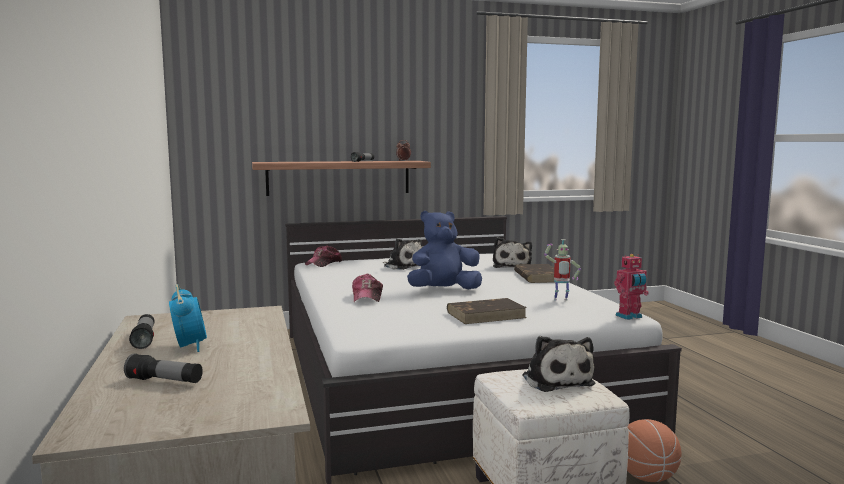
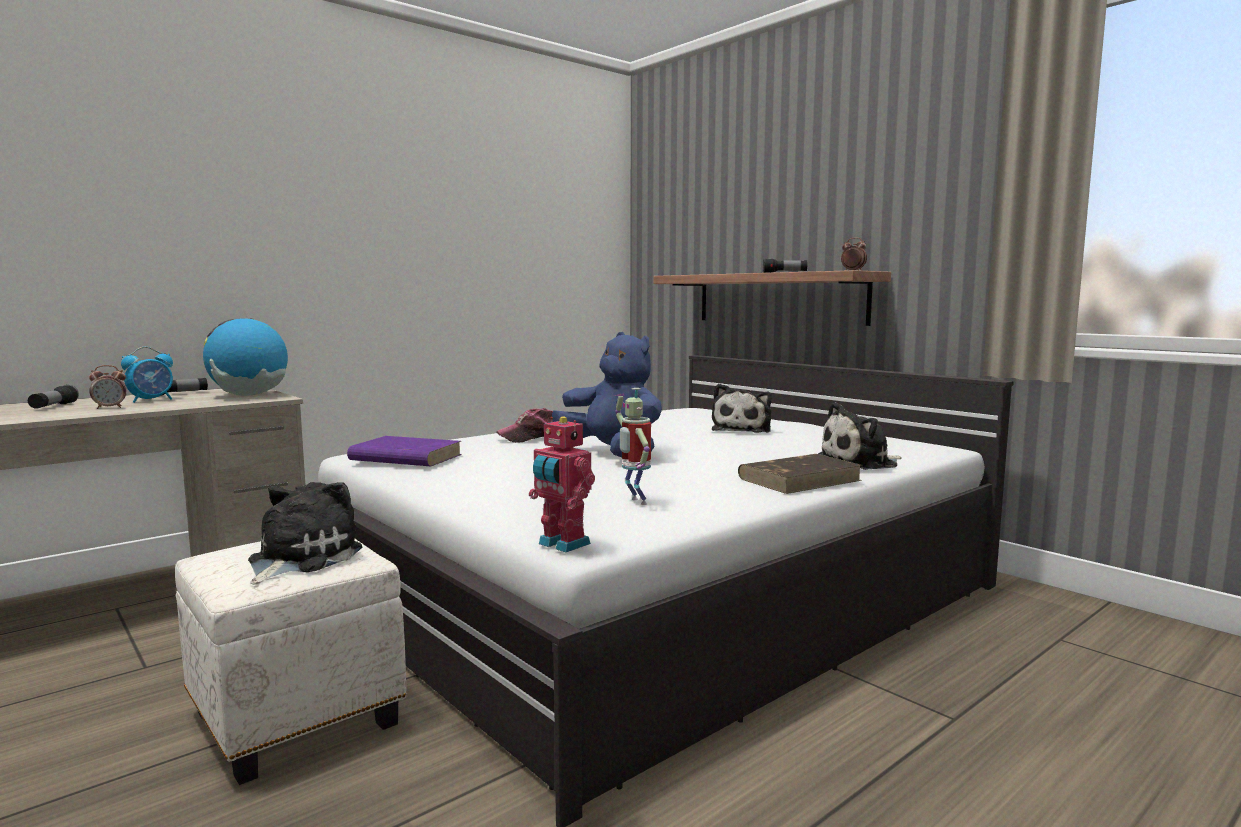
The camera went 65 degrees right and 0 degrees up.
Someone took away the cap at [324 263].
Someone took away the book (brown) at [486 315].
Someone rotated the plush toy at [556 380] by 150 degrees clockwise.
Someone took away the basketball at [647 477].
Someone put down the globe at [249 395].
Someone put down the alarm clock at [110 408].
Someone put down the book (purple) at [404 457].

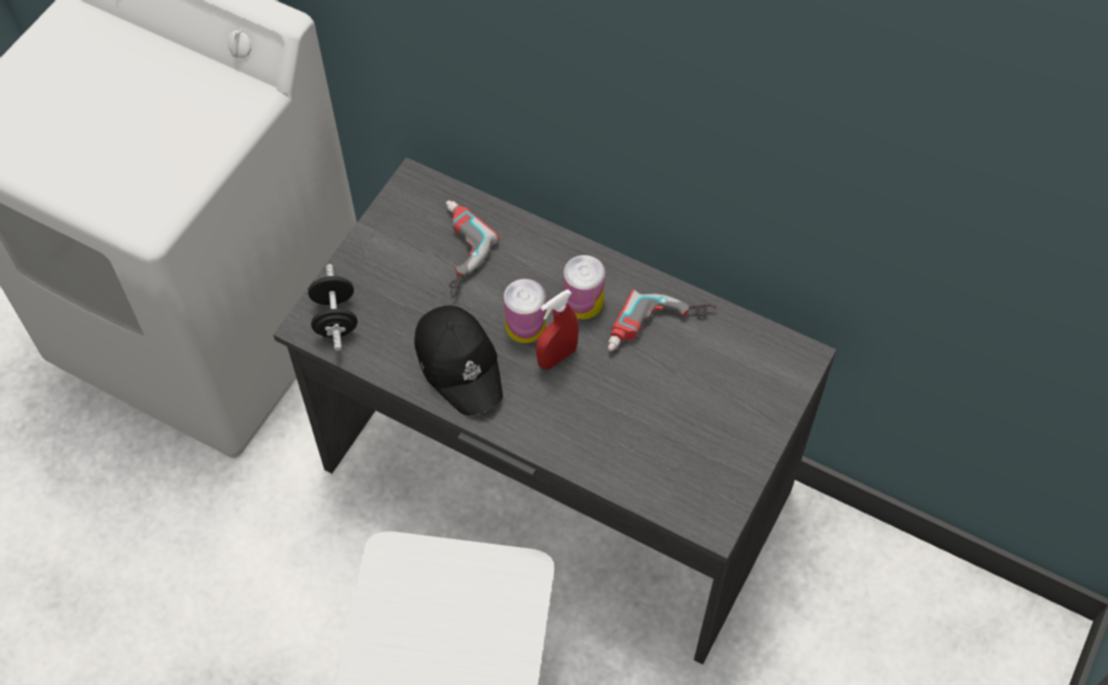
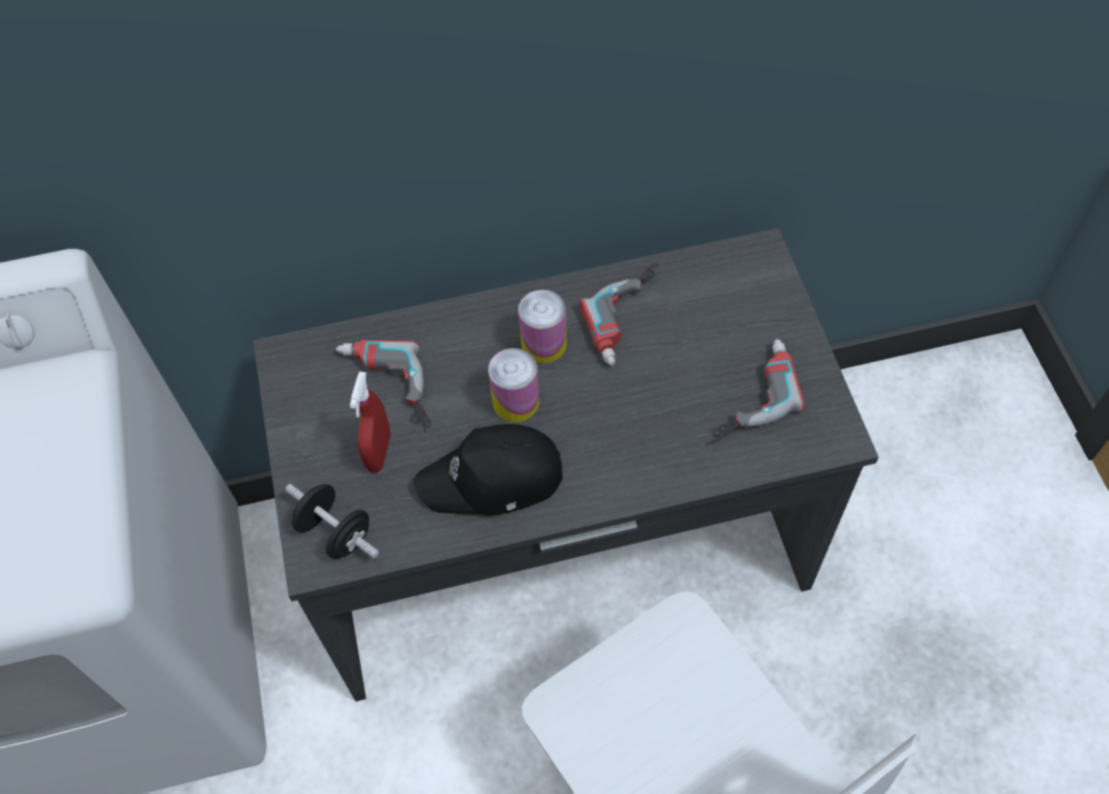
The camera went 40 degrees left and 0 degrees up.
Someone carried the spray bottle (red) from [557 357] to [379 452].
Someone rotated the cap (black) at [460 363] by 150 degrees clockwise.
Someone put down the power drill at [748 394].

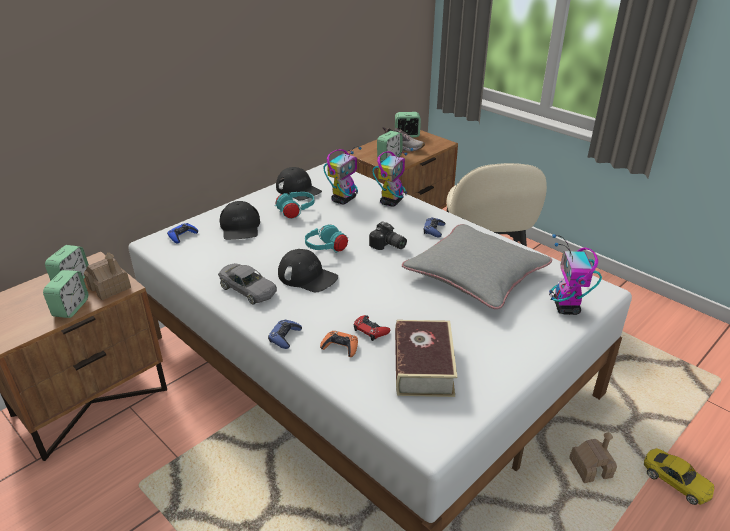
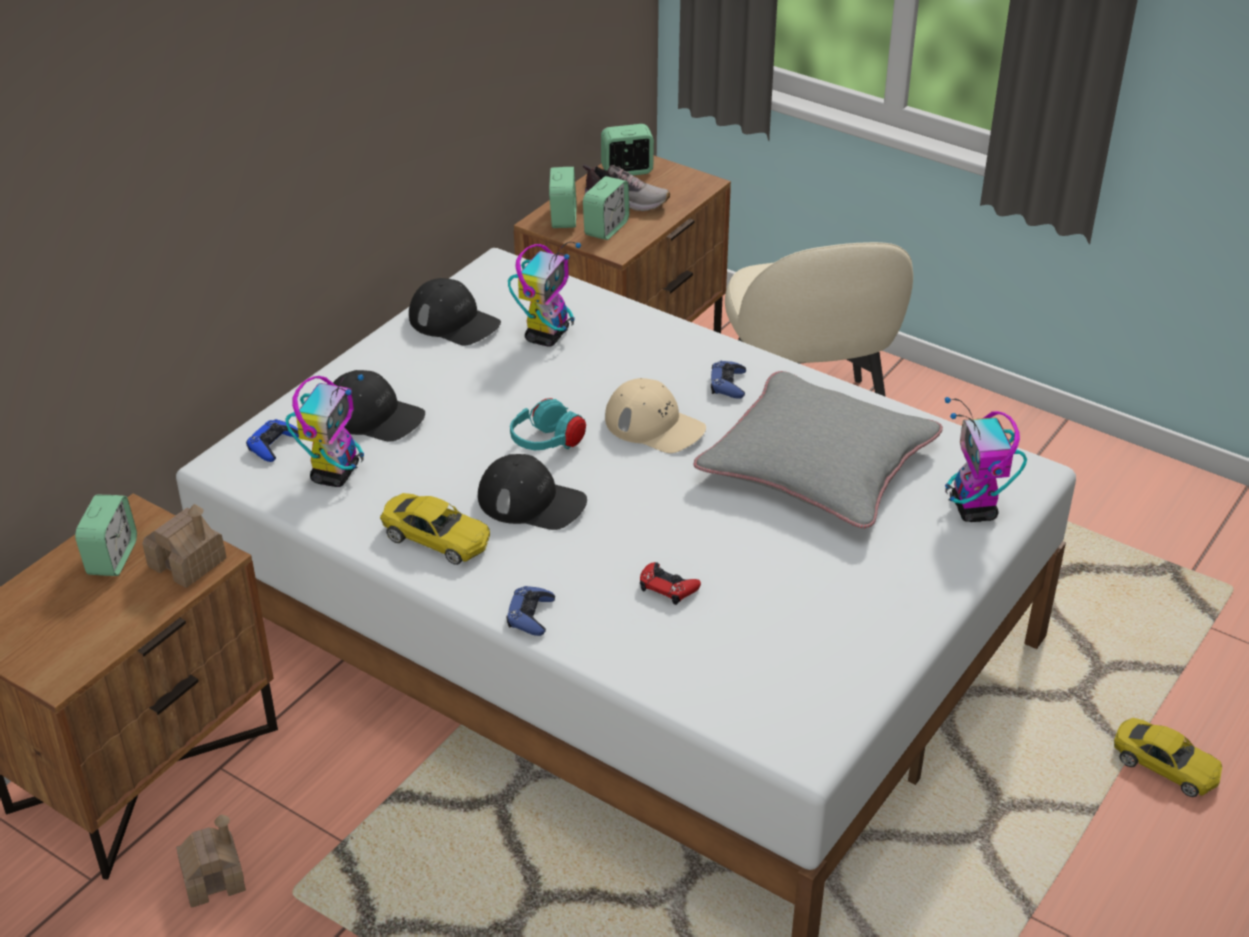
The camera went 10 degrees left and 5 degrees up.
Someone carried the toy robot from [391 201] to [335 473].
Someone took away the headphones (turquoise) at [295 212].
Someone rotated the cap (black) at [240 227] by 45 degrees counterclockwise.
Someone swapped the photo camera at [388 246] for the cap (beige) at [655 425].
Someone repainted the toy car (grey) at [248 289], which became the toy car (yellow) at [436 538].
Someone carried the alarm clock from [71 308] to [563 218].
Someone took away the book at [423 366].
Someone took away the game controller (orange) at [340 347].
Someone carried the toy house from [590 468] to [213 878].

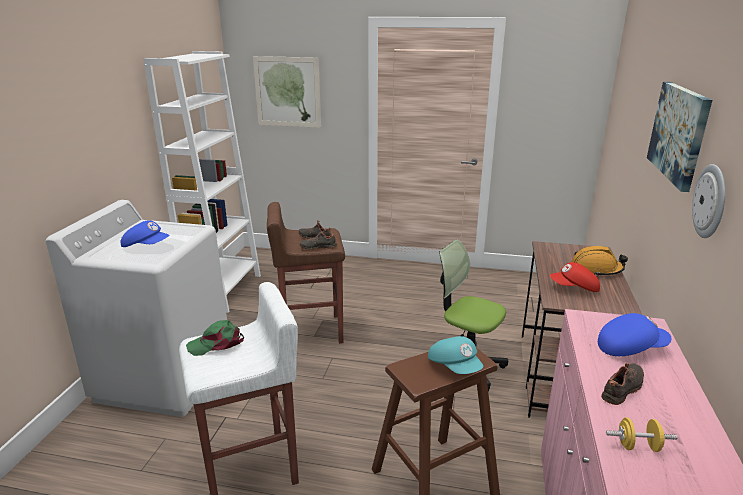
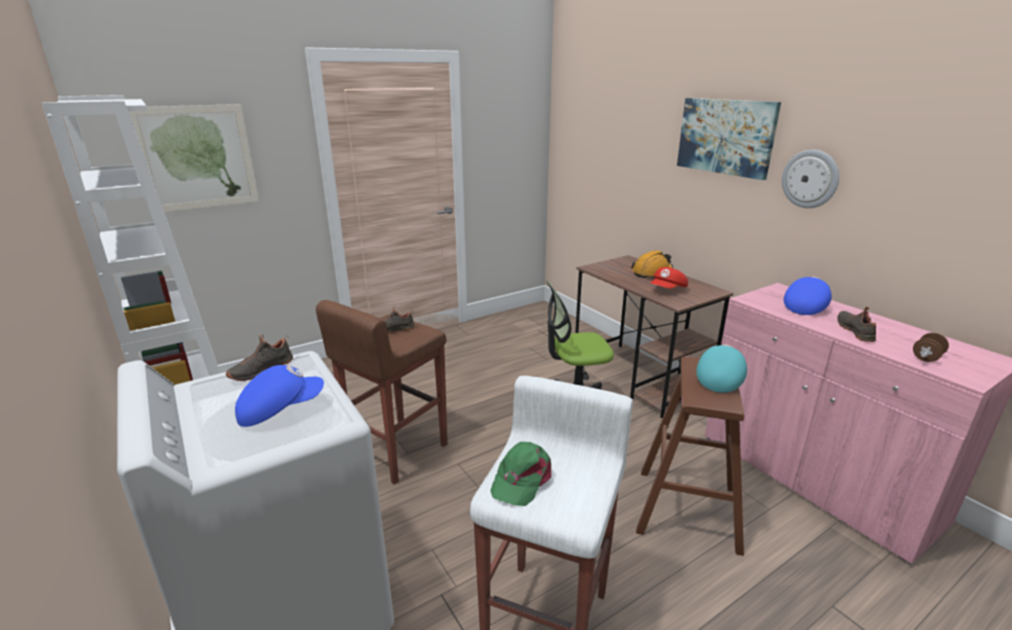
The camera went 45 degrees left and 0 degrees up.
Someone carried the shoe (black) from [317 247] to [261 370].
Someone rotated the cap (turquoise) at [455 366] by 75 degrees counterclockwise.
Someone repainted the dumbbell (yellow) at [637 446], which became the dumbbell (brown) at [926 357].

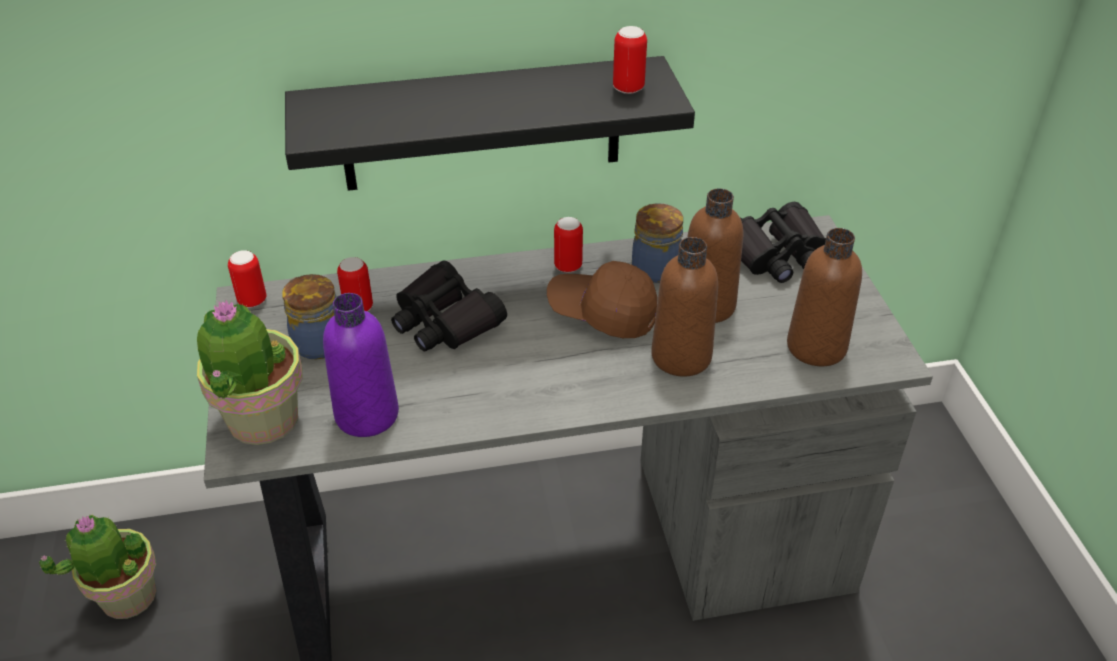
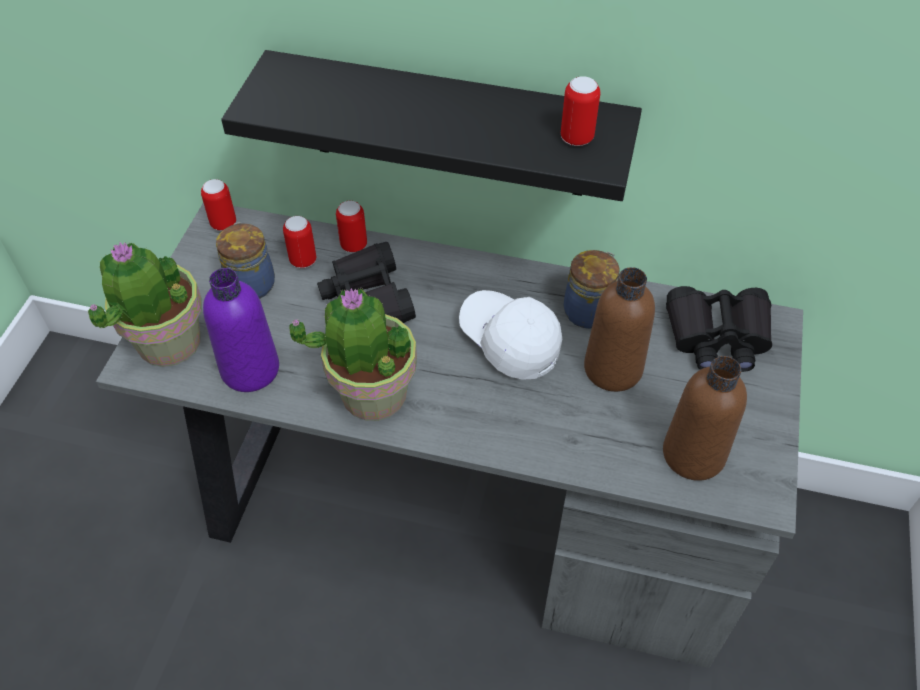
The camera went 25 degrees right and 10 degrees up.
Someone carried the can from [568 266] to [354 245].
Someone took away the bottle (brown) at [681 356].
Someone repainted the cap (brown) at [602 313], which became the cap (white) at [509 341].
Someone carried the potted plant from [127 596] to [372 393].

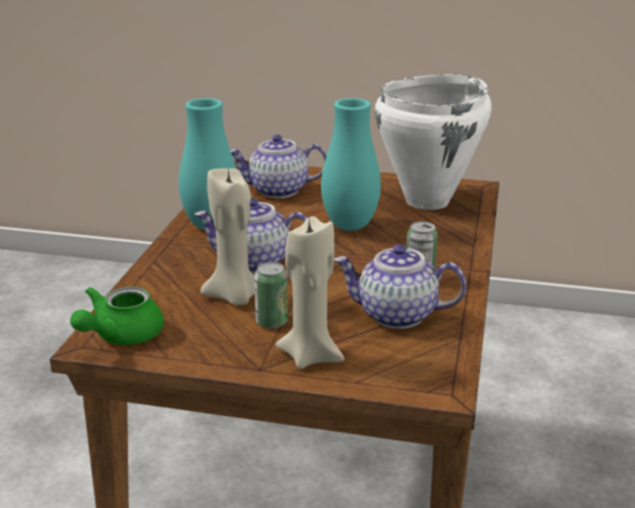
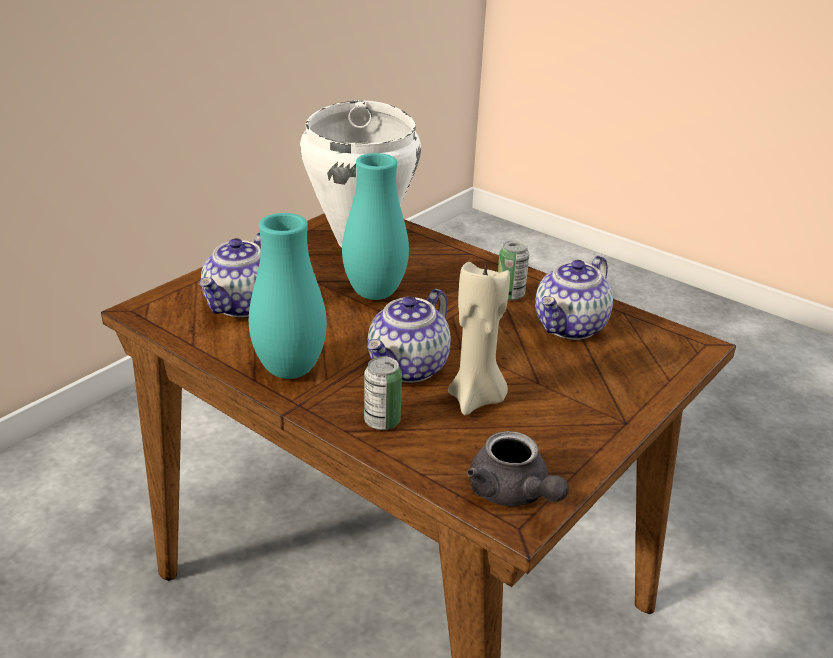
The camera went 65 degrees left and 5 degrees up.
Someone took away the candle (beige) at [310 355].
Someone carried the can from [271 322] to [382 421].
Someone repainted the teapot (green) at [120 336], which became the teapot (grey) at [513 494].

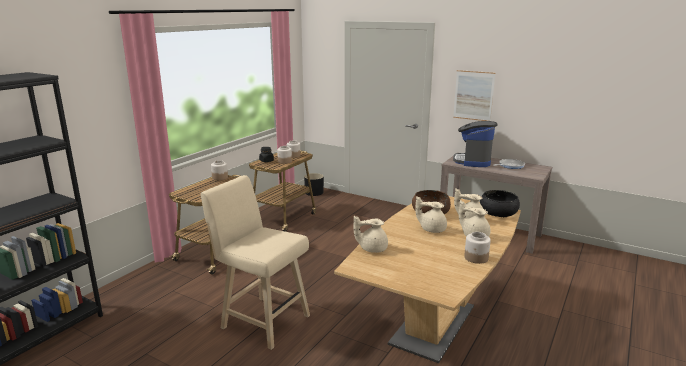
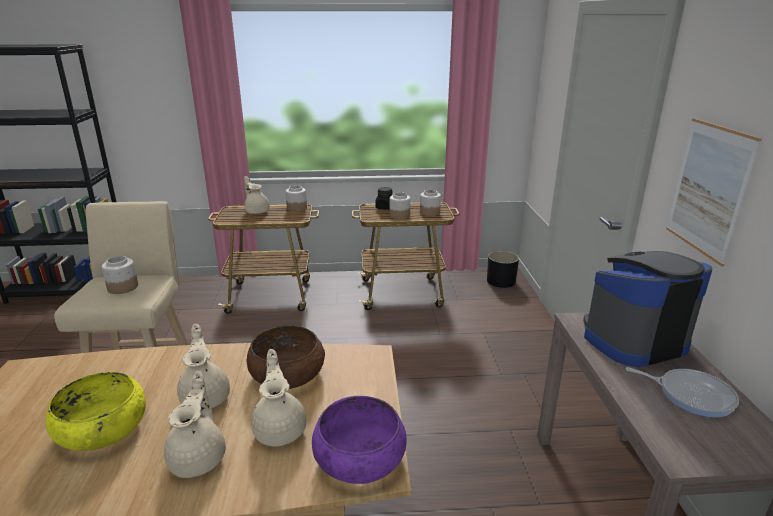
The camera went 55 degrees right and 5 degrees up.
Someone repainted the bowl (black) at [498 212], which became the bowl (purple) at [359 457].
Someone carried the teapot (beige) from [372 248] to [257 211].
Someone carried the jar from [476 258] to [122 287].
Someone put down the bowl (yellow) at [102 428].

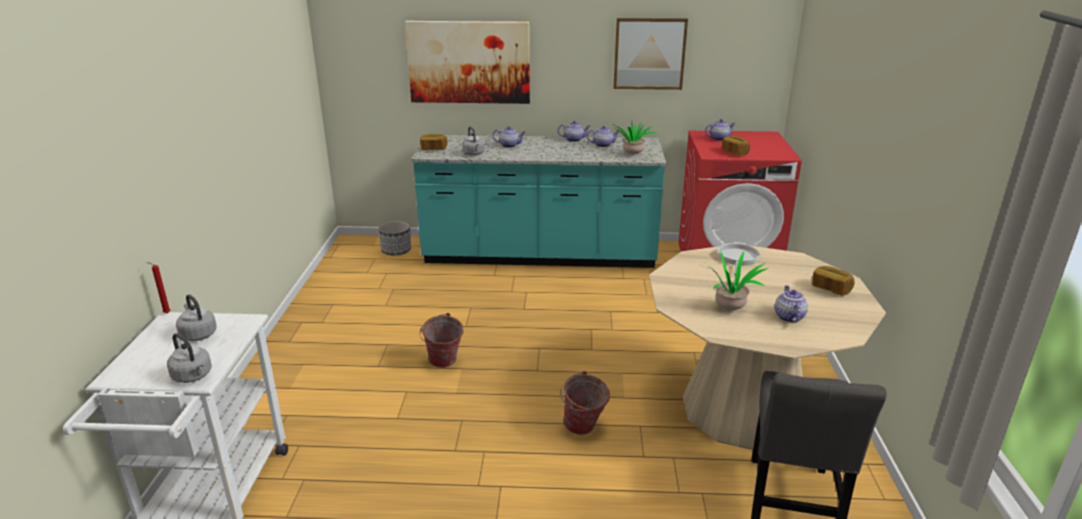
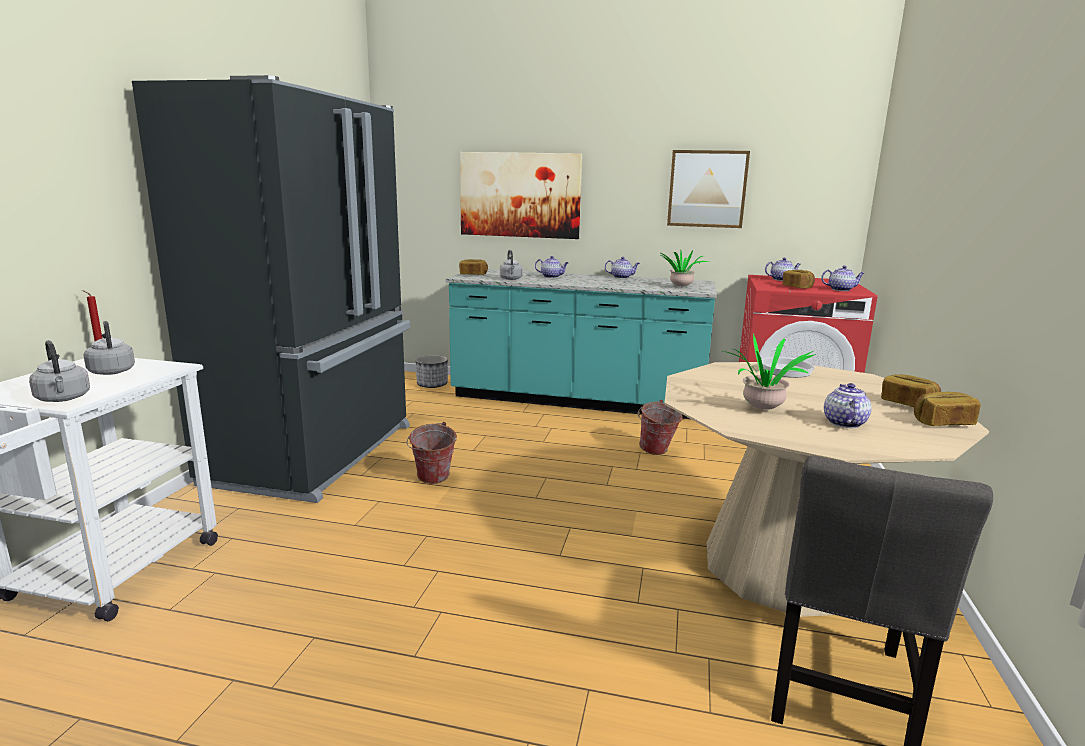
The camera went 10 degrees right and 10 degrees down.
Someone carried the teapot from [603 145] to [841 290].
Someone carried the bucket from [583 429] to [656 452].
Someone put down the fridge (black) at [317 454].
Someone put down the bread at [942 422].

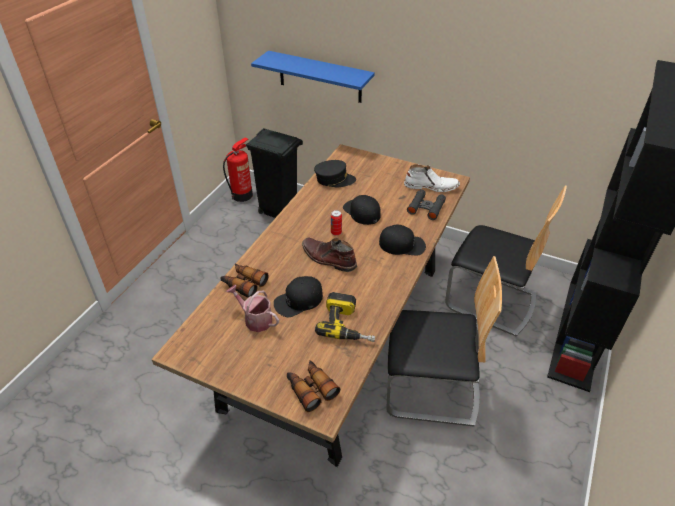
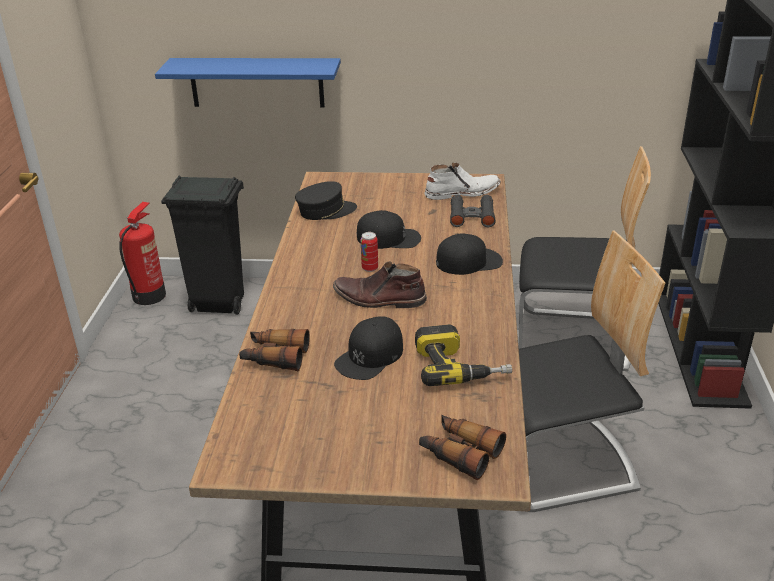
The camera went 20 degrees left and 10 degrees down.
Someone rotated the cap (black) at [361 212] by 150 degrees clockwise.
Someone took away the watering can at [255 319].

